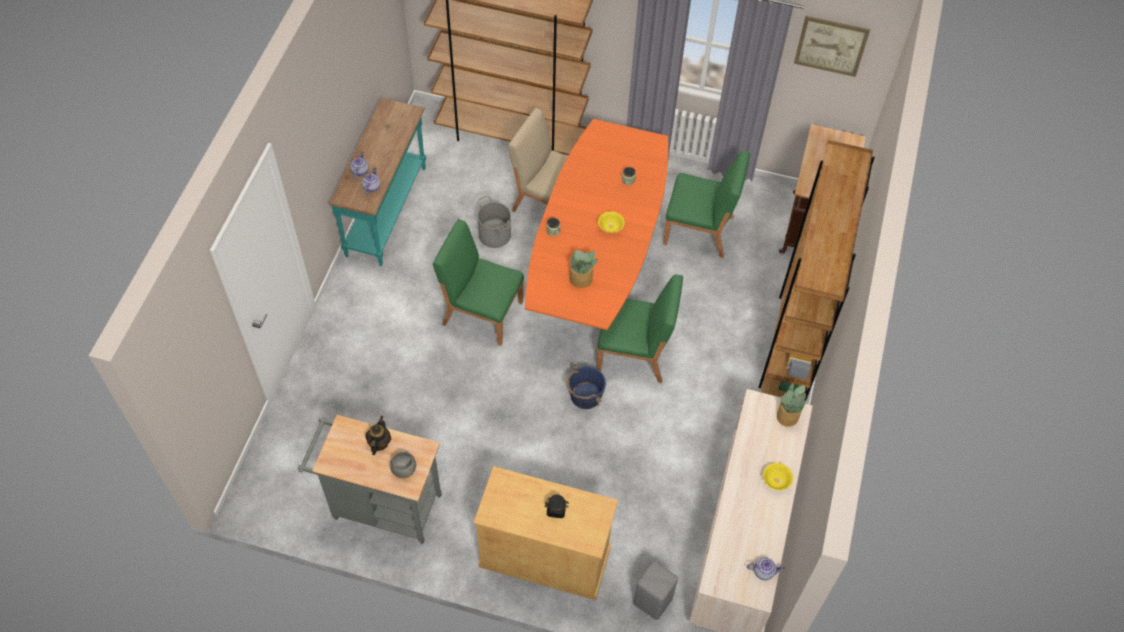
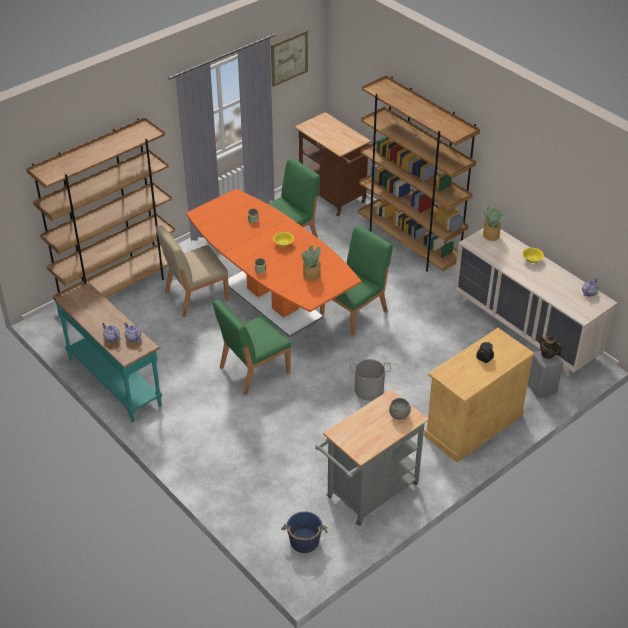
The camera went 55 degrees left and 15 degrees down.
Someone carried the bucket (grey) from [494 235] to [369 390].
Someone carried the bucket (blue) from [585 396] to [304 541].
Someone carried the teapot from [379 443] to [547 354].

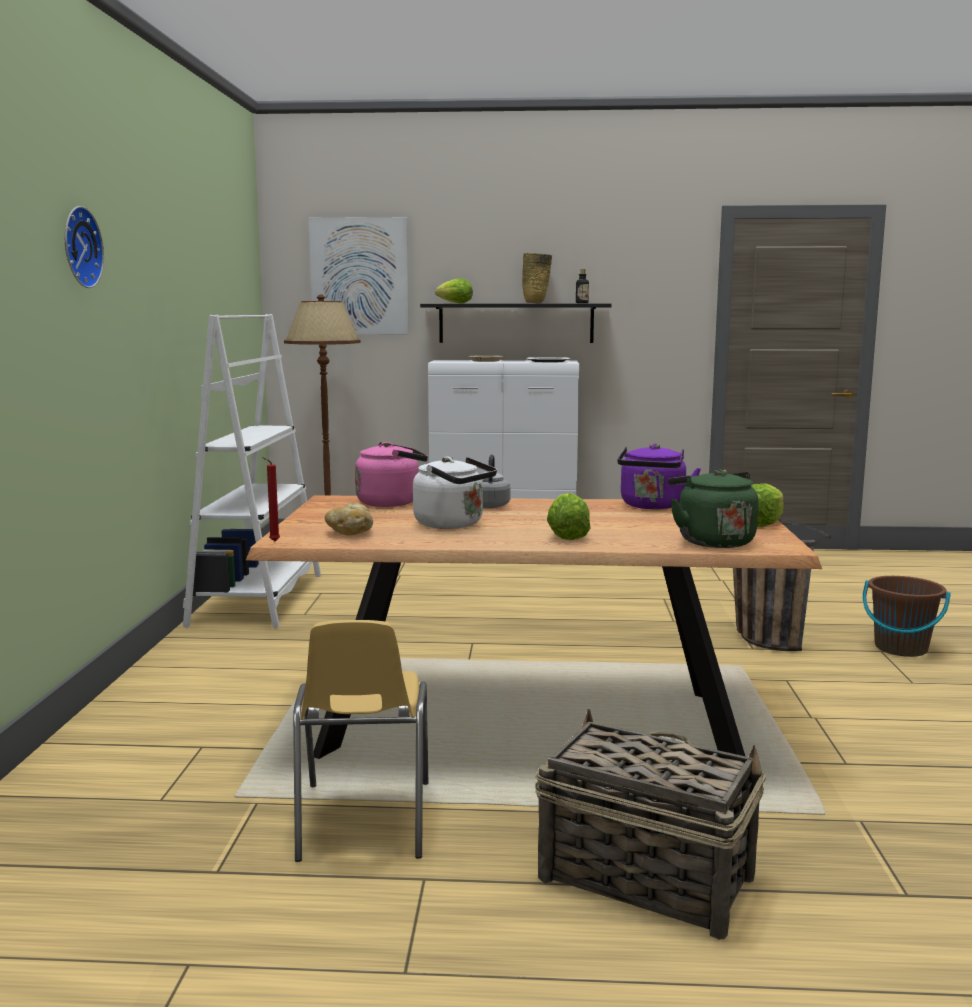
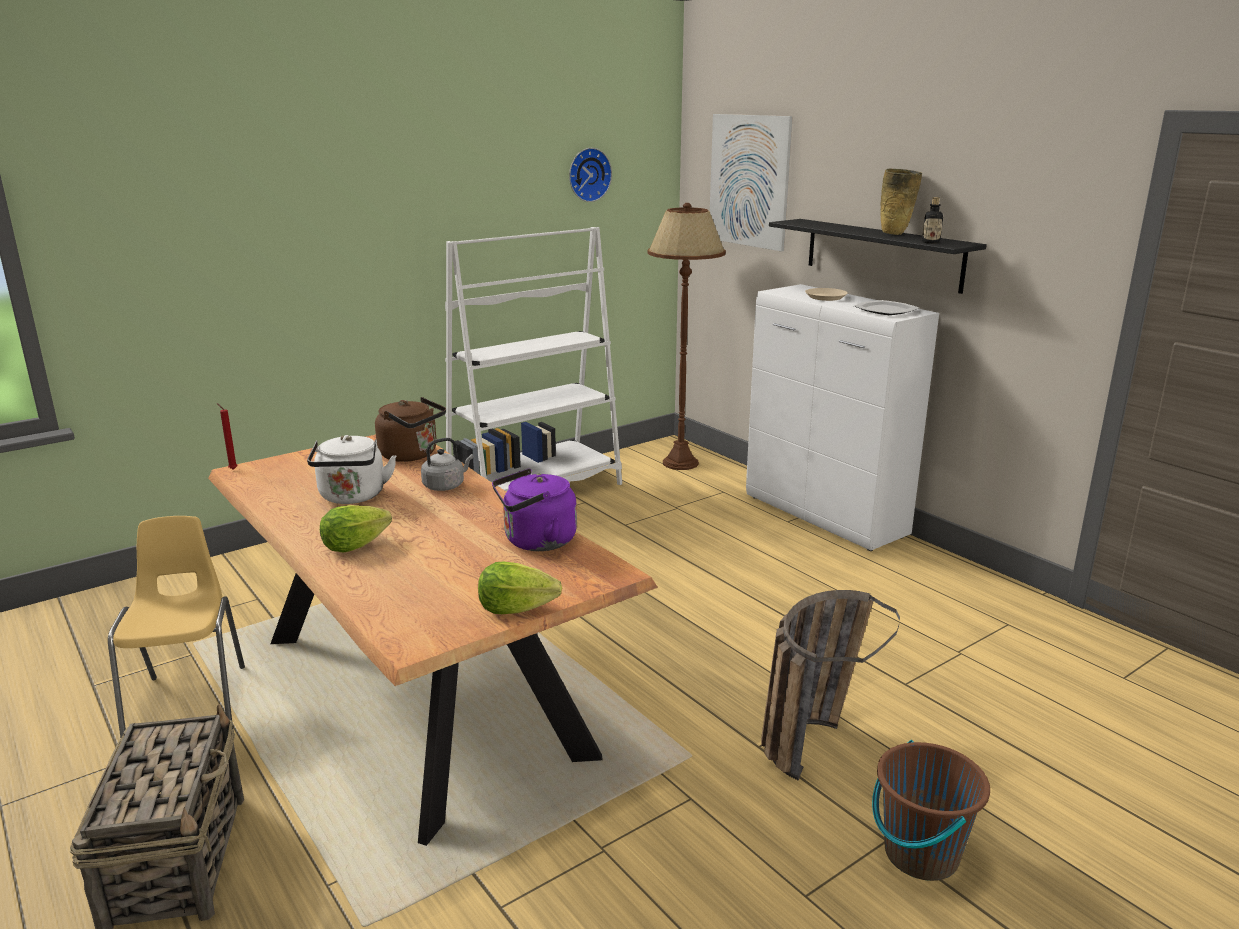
The camera went 50 degrees right and 10 degrees up.
Someone carried the wall clock from [78 247] to [588 174].
Someone took away the lettuce at [455 303].
Someone repainted the kettle (pink) at [392 502], which became the kettle (brown) at [412 455].
Someone took away the kettle (green) at [712 541].
Someone took away the bread at [350 533].
Someone rotated the chair (yellow) at [363 821] by 120 degrees clockwise.

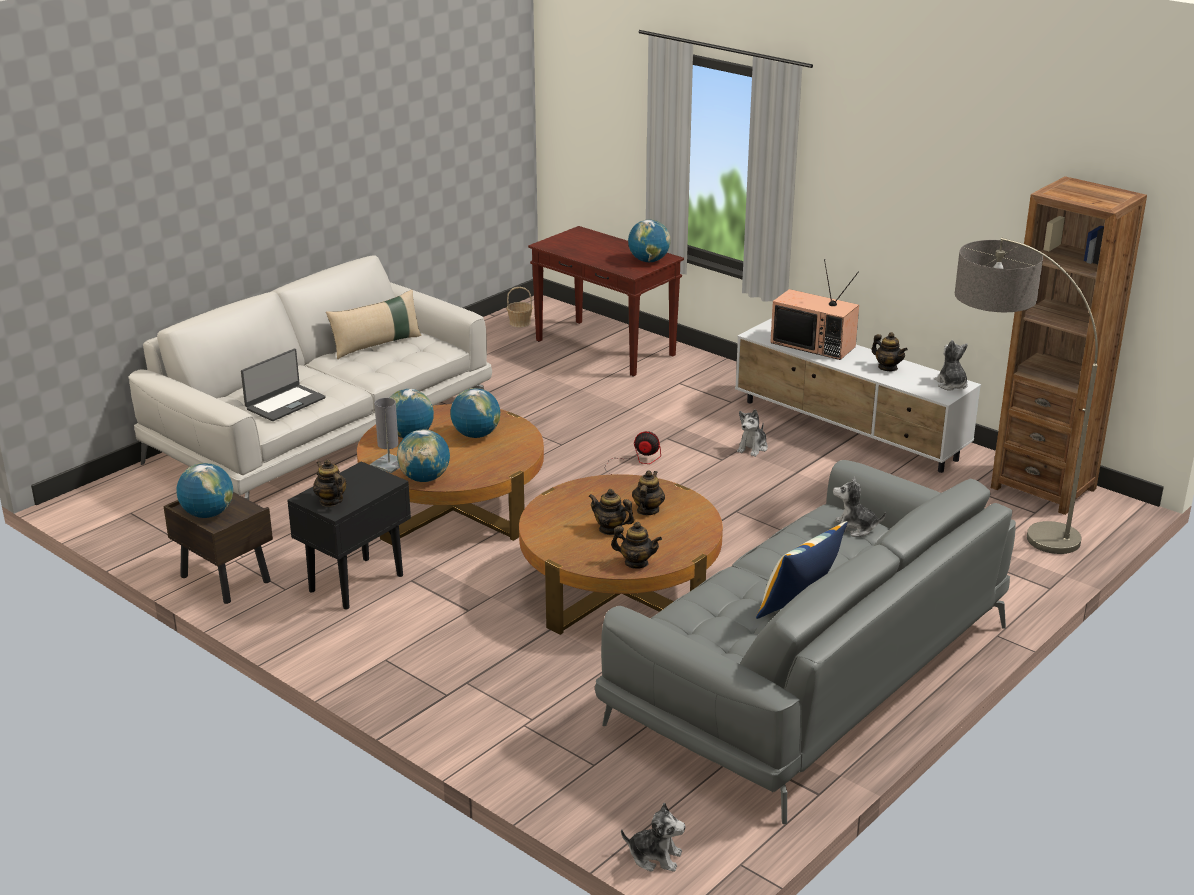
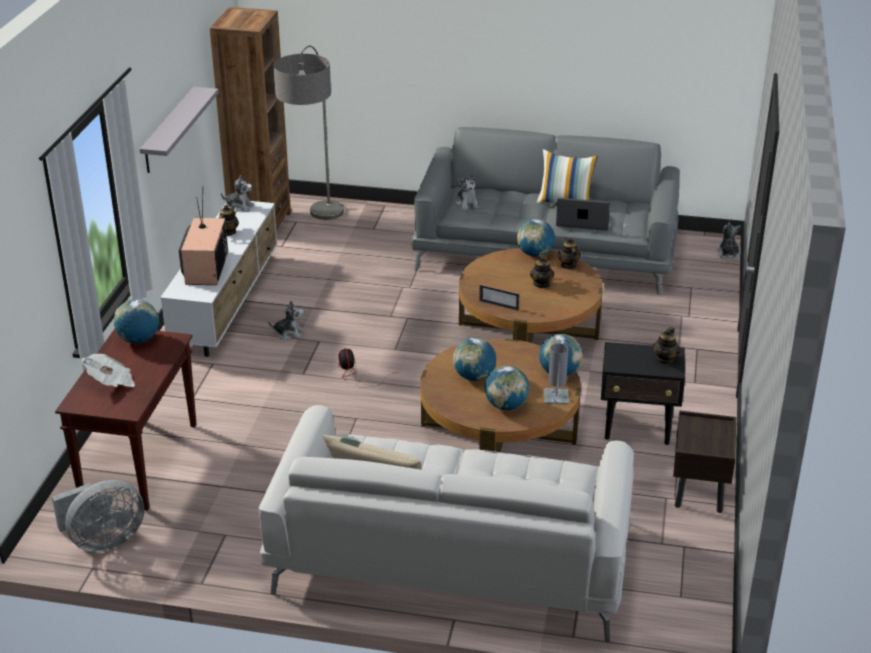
The camera went 120 degrees left and 5 degrees up.
Someone swapped the basket at [520 323] for the fan (grey) at [103 541].
Someone rotated the plush toy at [951 385] by 120 degrees counterclockwise.
Someone carried the laptop from [285 403] to [583 222].
Someone carried the globe from [208 514] to [535 254].
Someone took away the teapot at [647 510].
Someone put up the shelf (grey) at [169 130].
Someone put down the picture frame at [499 305].
Someone put down the newspaper at [111 382].

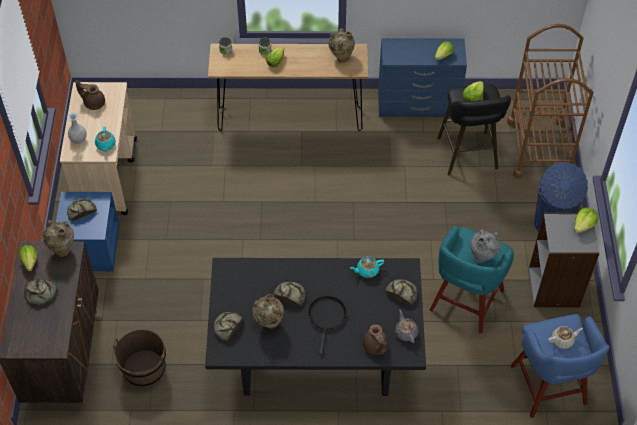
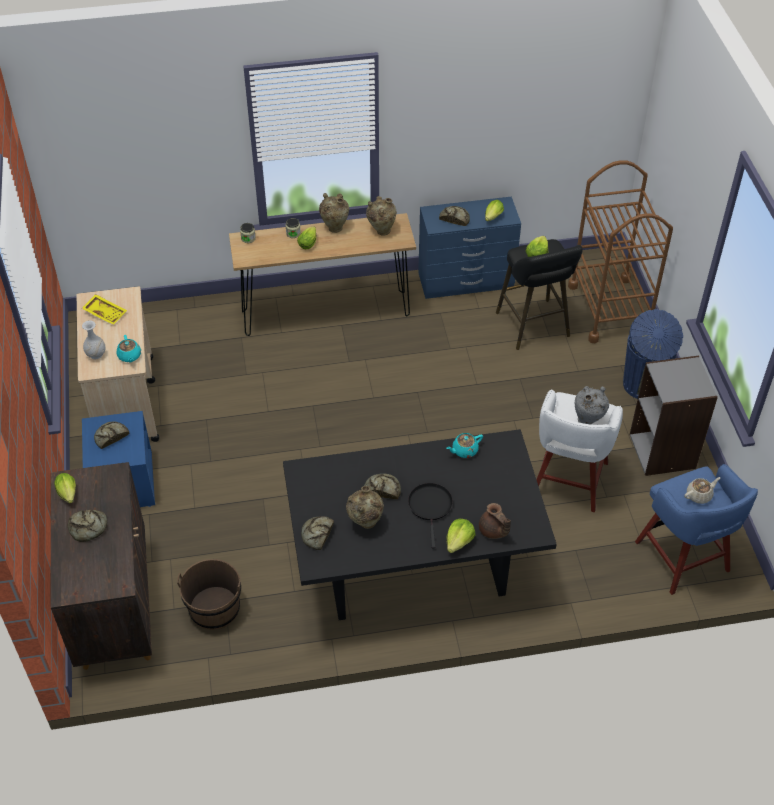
The camera went 10 degrees left and 5 degrees down.
Someone swapped the teapot (brown) at [93 103] for the tray (yellow) at [105 313].
Someone carried the lettuce from [583 225] to [459 541].
Someone carried the vase (beige) from [62 249] to [334 227].
Someone repainted the stool (turquoise) at [465 302], which became the stool (white) at [568 481].
Someone carried the bread from [402 293] to [455 218].
Someone took away the teapot (grey) at [406 332].

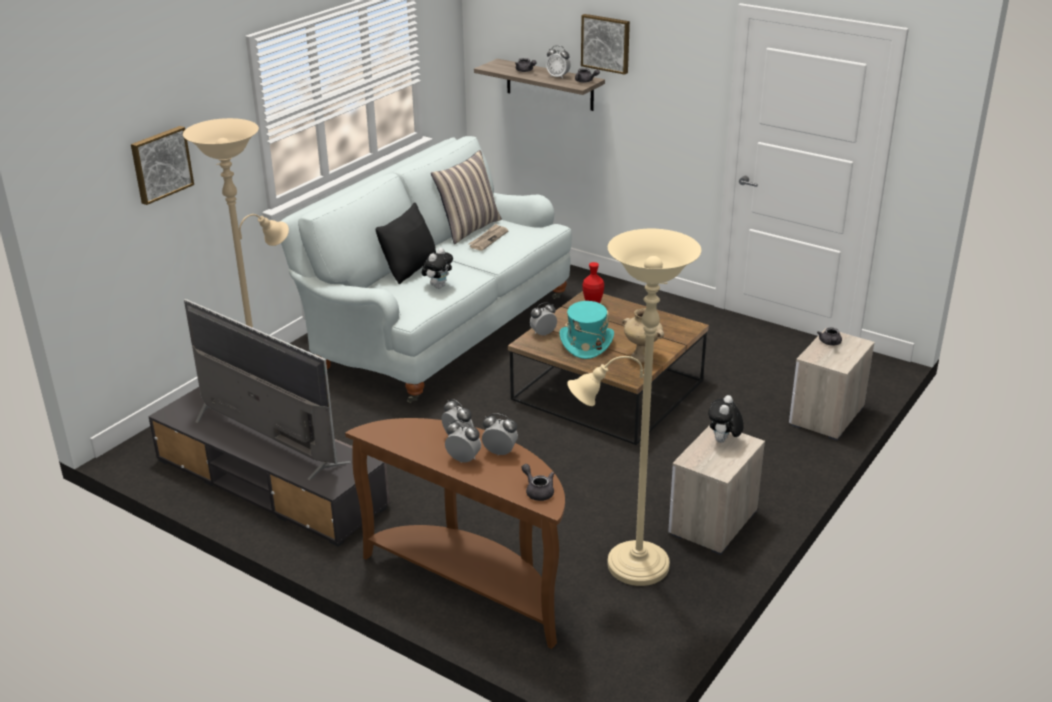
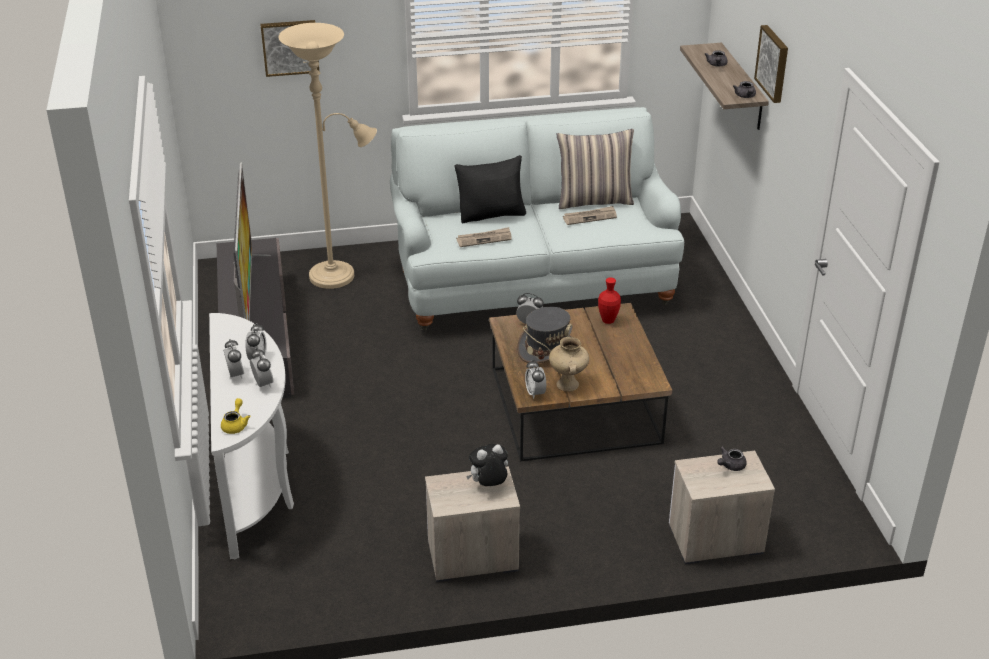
The camera went 45 degrees right and 5 degrees up.
Someone carried the alarm clock from [558 77] to [535 393].
Someone took away the floor lamp (beige) at [629 565].
Someone swapped the plush toy at [438 286] for the newspaper at [484 239].
Someone repainted the hat (turquoise) at [586 343], which became the hat (grey) at [547 348].
Someone repainted the console table (brown) at [472 583], which became the console table (white) at [257 483].
Someone repainted the teapot (grey) at [538 491], which became the teapot (yellow) at [235 425].

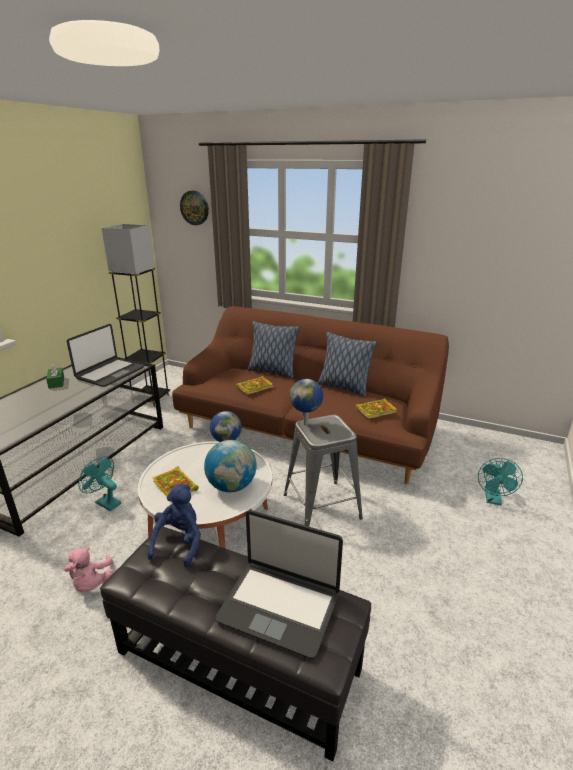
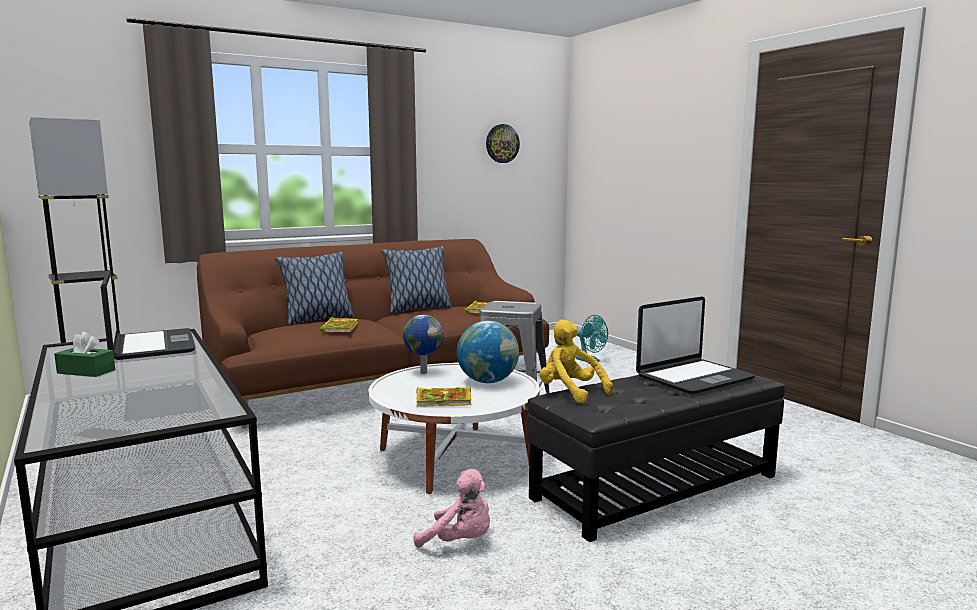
The camera went 55 degrees left and 15 degrees down.
Someone carried the wall clock from [194 208] to [502 143].
Someone took away the globe at [306 423].
Someone took away the fan (turquoise) at [105 502].
Someone repainted the plush toy (blue) at [179 542], which became the plush toy (yellow) at [570 392].

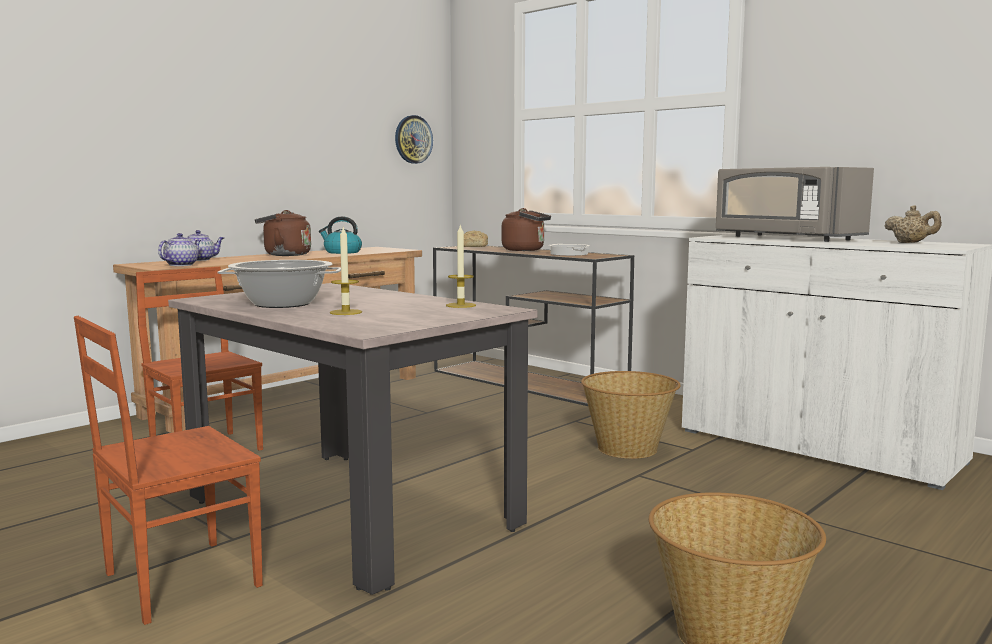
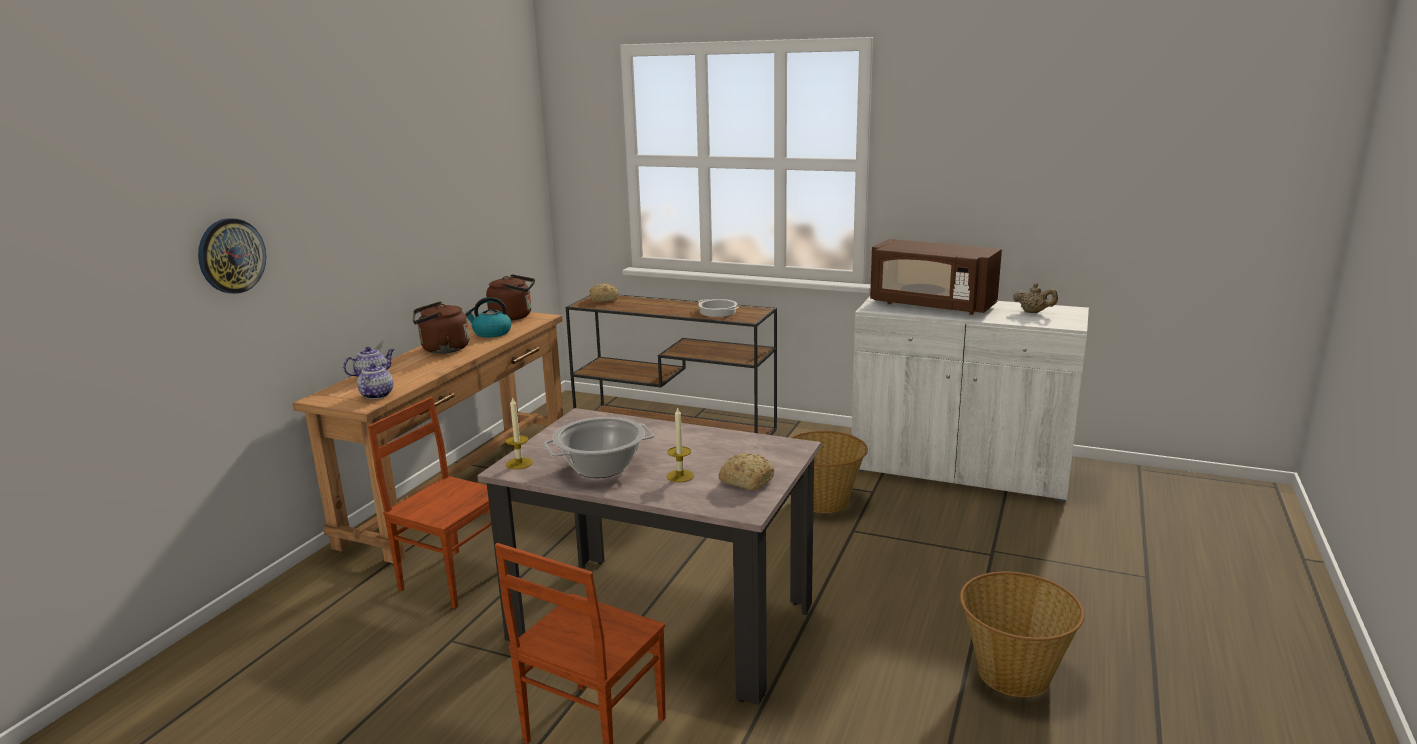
The camera went 20 degrees left and 10 degrees up.
Someone carried the wall clock from [413 139] to [231 256].
Someone repainted the microwave (grey) at [785 238], which became the microwave (brown) at [931 305].
Someone carried the kettle (brown) from [526 250] to [514 316].
Someone carried the candle from [460 305] to [519 463].
Someone put down the bread at [746 481].

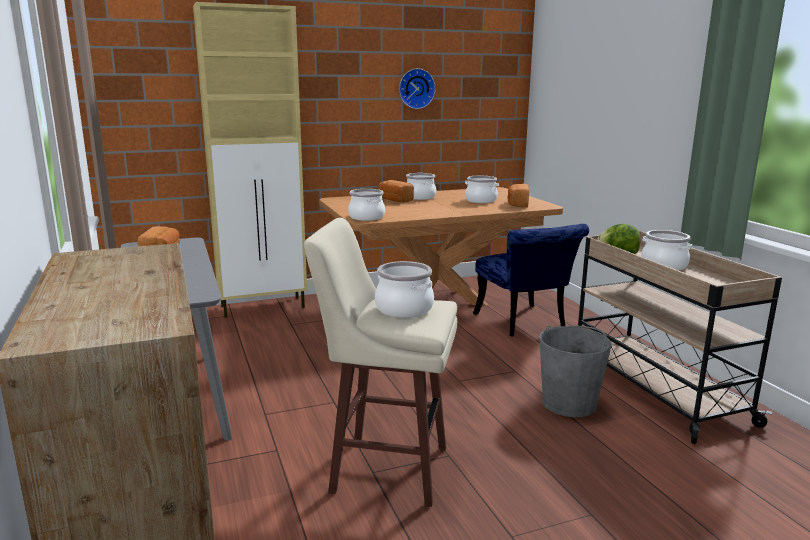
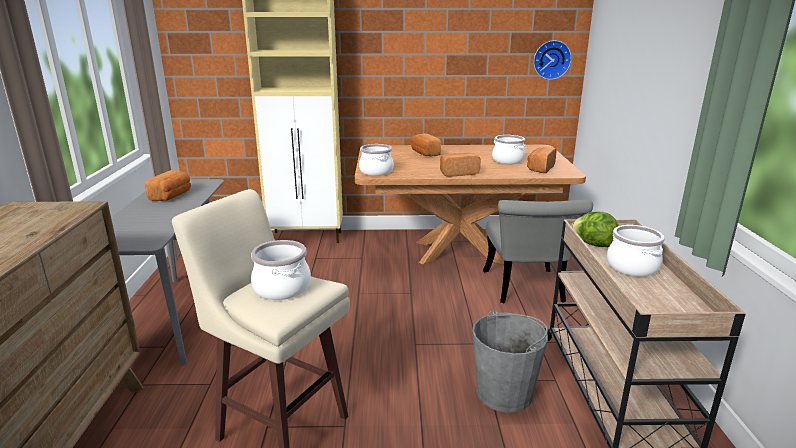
The camera went 20 degrees right and 5 degrees up.
Someone carried the wall clock from [416 88] to [551 59].
Someone took away the cooking pot at [420 197].
Someone repainted the chair (blue) at [524 324], which became the chair (grey) at [526 290].
Someone put down the bread at [458 173].

